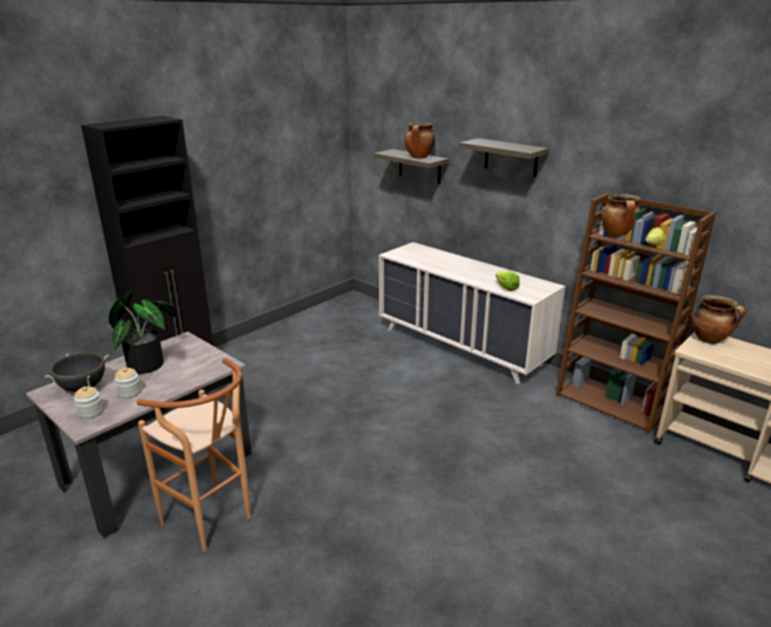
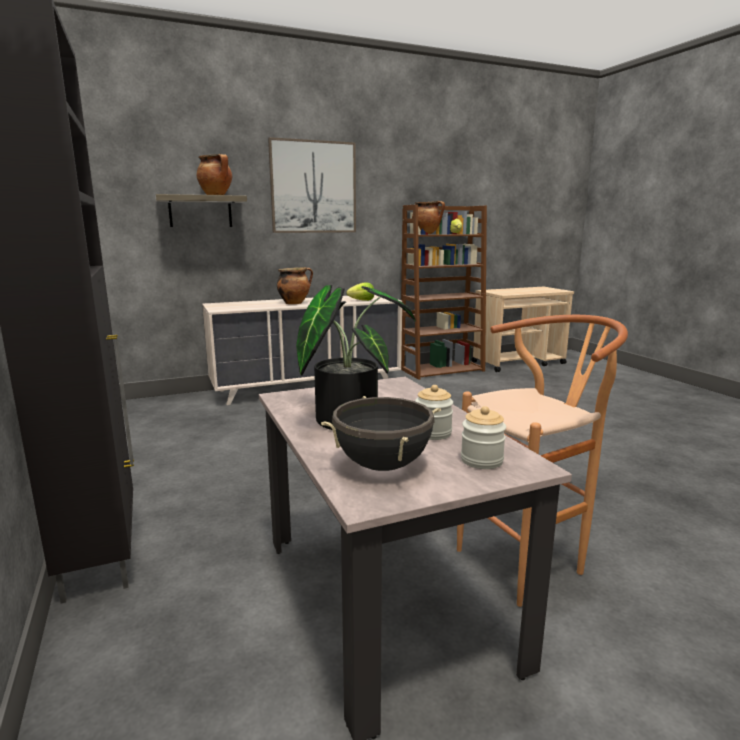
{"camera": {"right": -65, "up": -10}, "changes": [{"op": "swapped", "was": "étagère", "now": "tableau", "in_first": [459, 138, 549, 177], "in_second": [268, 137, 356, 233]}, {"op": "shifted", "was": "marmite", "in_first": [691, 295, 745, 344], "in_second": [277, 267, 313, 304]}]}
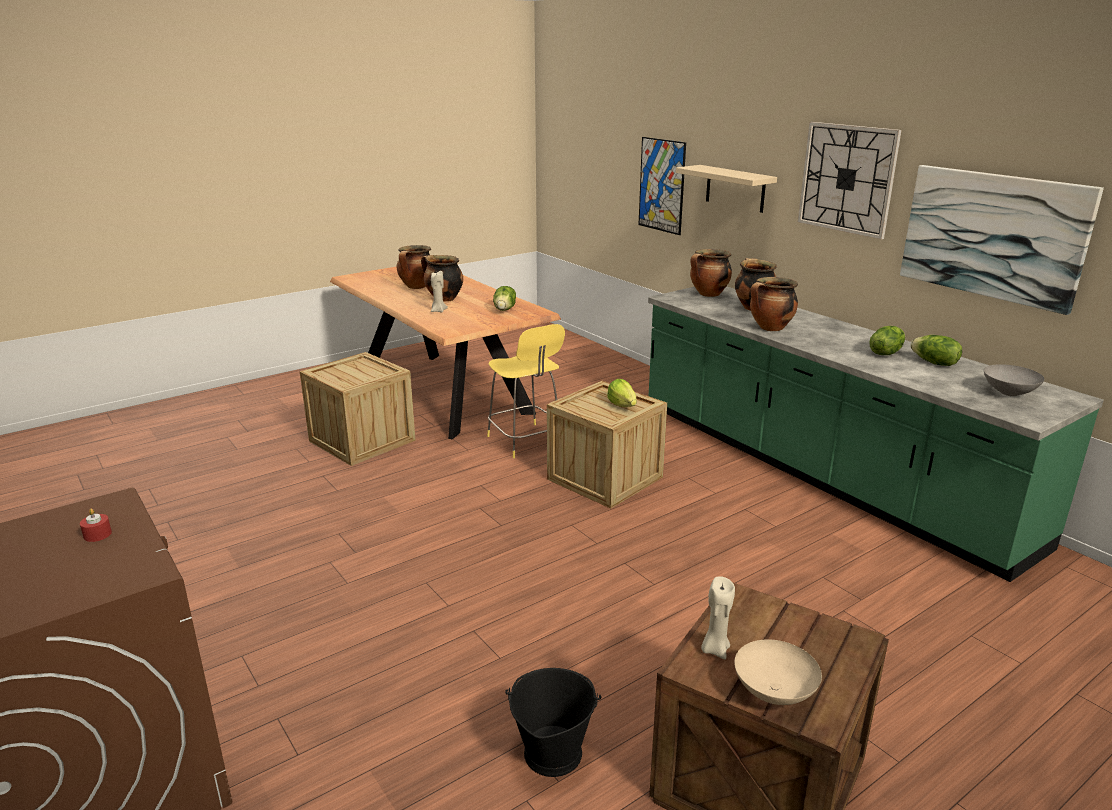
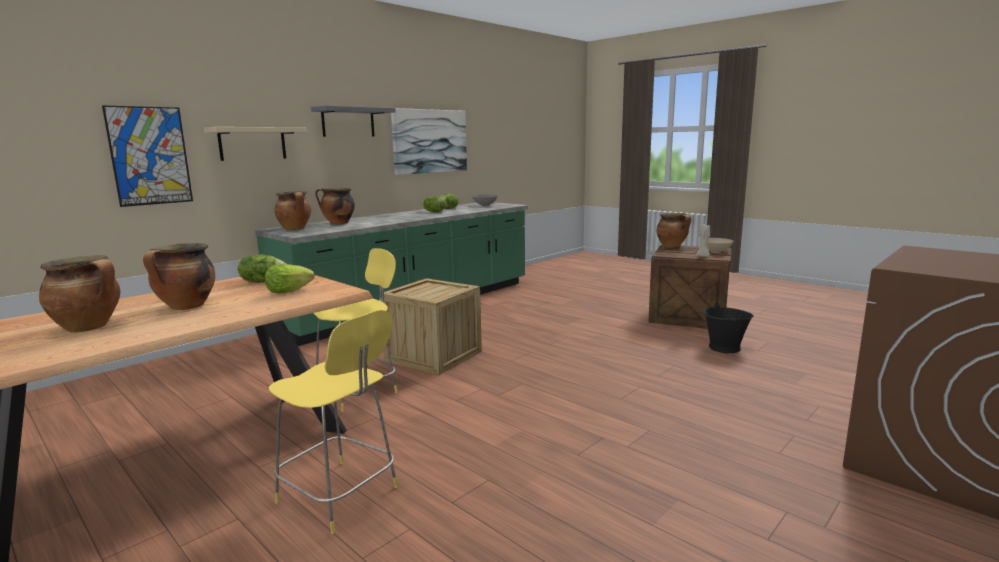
{"camera": {"right": -100, "up": -10}, "changes": [{"op": "swapped", "was": "horloge murale", "now": "étagère/gris", "in_first": [798, 122, 902, 239], "in_second": [311, 105, 396, 137]}, {"op": "gone", "was": "bougie/beige", "in_first": [431, 271, 448, 313]}, {"op": "shifted", "was": "marmite", "in_first": [750, 277, 798, 331], "in_second": [656, 213, 691, 248]}, {"op": "swapped", "was": "caisse", "now": "tabouret/jaune", "in_first": [300, 352, 416, 466], "in_second": [269, 310, 398, 534]}, {"op": "shifted", "was": "laitue", "in_first": [607, 379, 637, 407], "in_second": [265, 264, 315, 294]}, {"op": "gone", "was": "bougie/rouge", "in_first": [80, 509, 112, 542]}]}
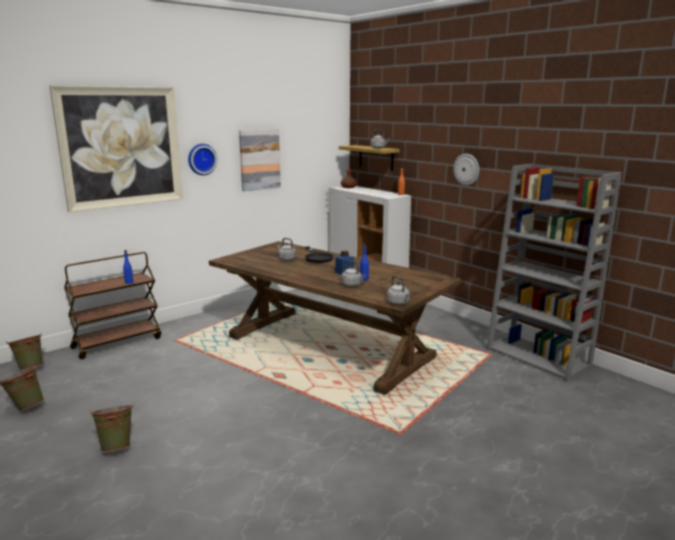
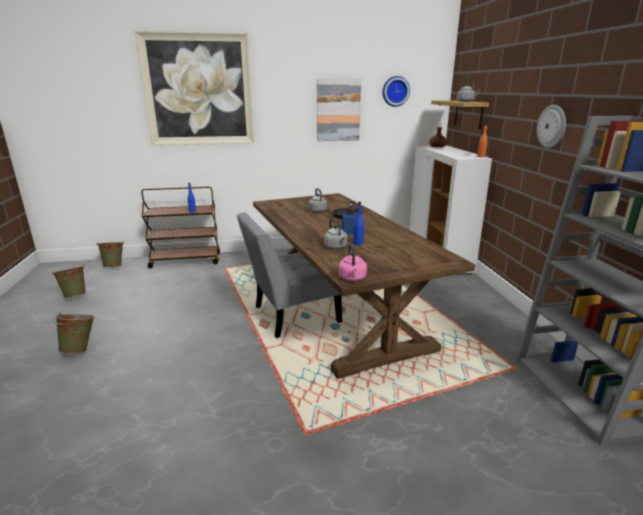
{"camera": {"right": 30, "up": 5}, "changes": [{"op": "shifted", "was": "horloge murale", "in_first": [188, 144, 217, 175], "in_second": [383, 76, 410, 107]}, {"op": "repainted", "was": "bouilloire/gris", "now": "bouilloire/rose", "in_first": [387, 276, 410, 305], "in_second": [339, 244, 367, 281]}, {"op": "new", "now": "chaise/gris", "in_second": [237, 212, 342, 338]}]}
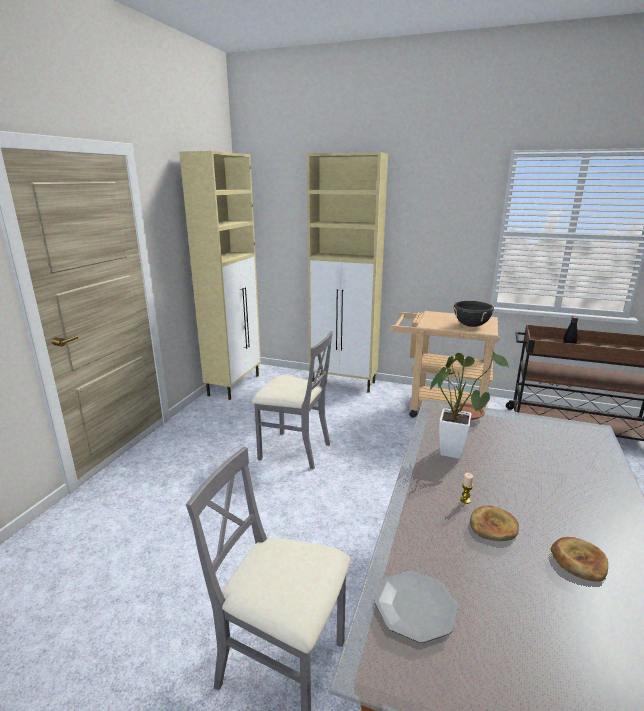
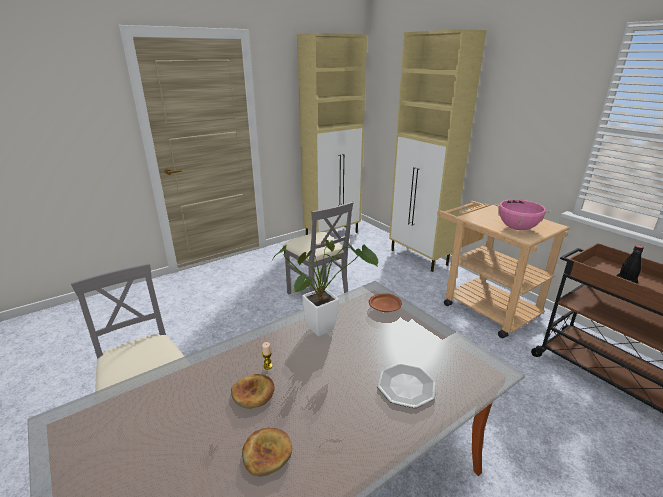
{"camera": {"right": 35, "up": 5}, "changes": [{"op": "repainted", "was": "marmite/noir", "now": "marmite/rose", "in_first": [452, 300, 496, 327], "in_second": [494, 199, 552, 230]}, {"op": "shifted", "was": "assiette", "in_first": [375, 571, 458, 643], "in_second": [377, 363, 436, 408]}]}
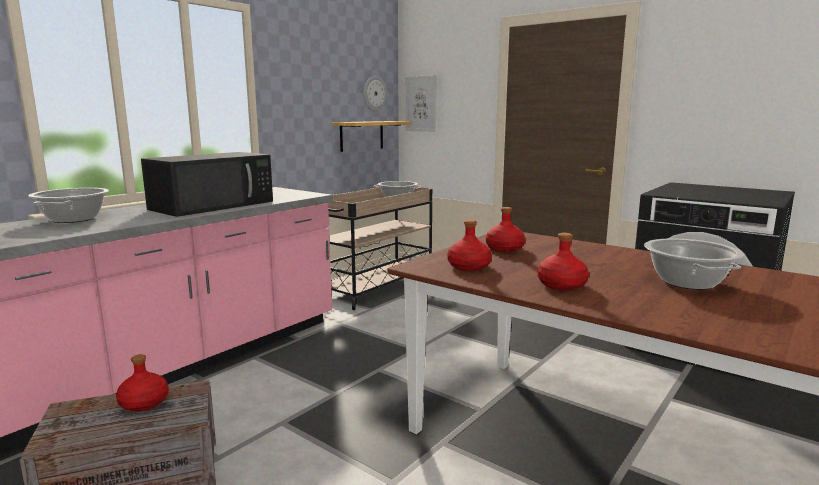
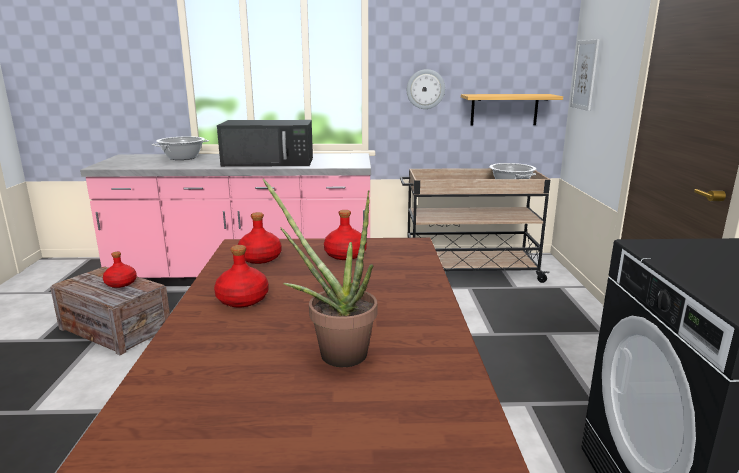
{"camera": {"right": 50, "up": 5}, "changes": [{"op": "shifted", "was": "horloge murale", "in_first": [363, 76, 387, 112], "in_second": [407, 69, 445, 109]}, {"op": "swapped", "was": "marmite", "now": "plante en pot", "in_first": [644, 238, 744, 290], "in_second": [263, 179, 377, 367]}]}
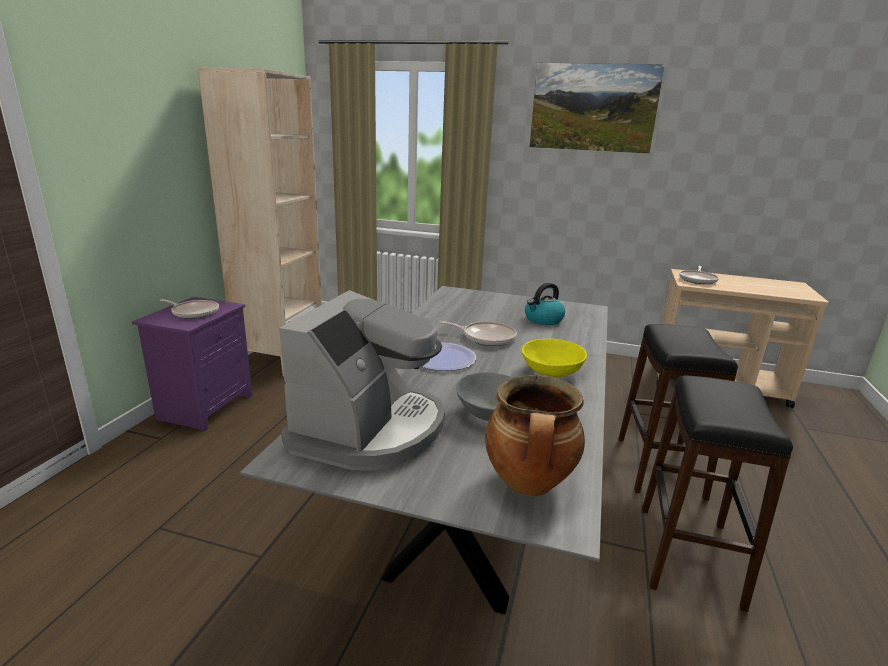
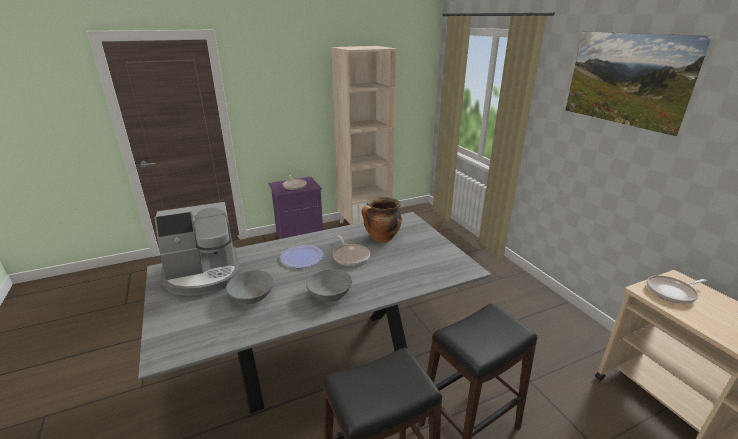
{"camera": {"right": 50, "up": 5}, "changes": [{"op": "gone", "was": "bouilloire", "in_first": [525, 283, 565, 325]}, {"op": "repainted", "was": "bol/jaune", "now": "bol/gris", "in_first": [522, 339, 587, 377], "in_second": [306, 269, 352, 301]}, {"op": "shifted", "was": "marmite", "in_first": [485, 375, 585, 496], "in_second": [362, 197, 402, 242]}]}
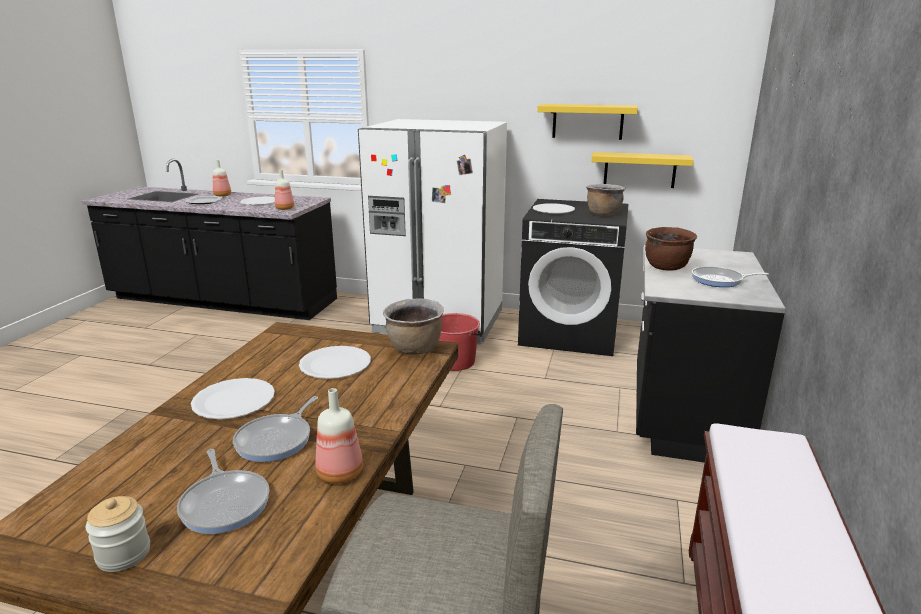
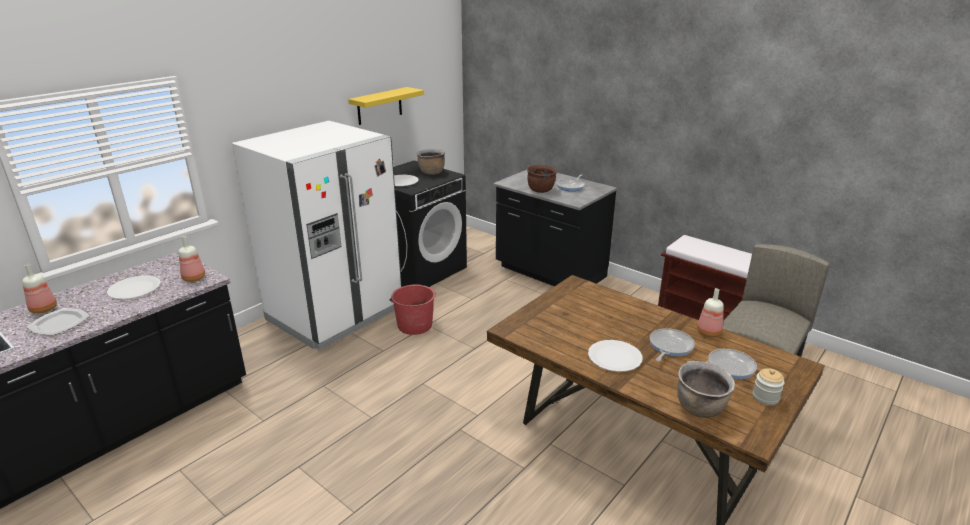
{"camera": {"right": -65, "up": 5}, "changes": [{"op": "gone", "was": "étagère/jaune", "in_first": [591, 152, 693, 188]}, {"op": "shifted", "was": "marmite/marron", "in_first": [383, 298, 443, 355], "in_second": [677, 361, 735, 418]}, {"op": "gone", "was": "assiette/blanc", "in_first": [299, 346, 371, 379]}, {"op": "rotated", "was": "poêle", "in_first": [233, 396, 318, 462], "in_second": [650, 328, 695, 362], "clockwise": -105}]}
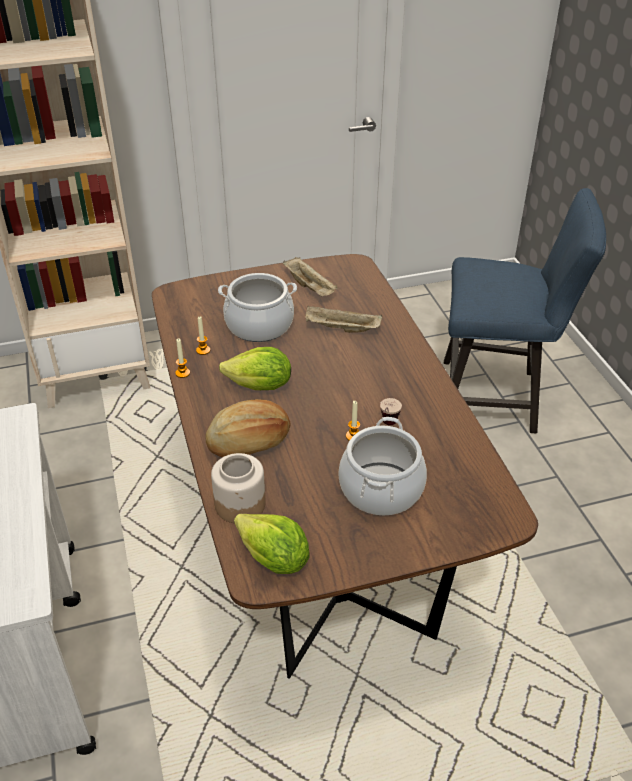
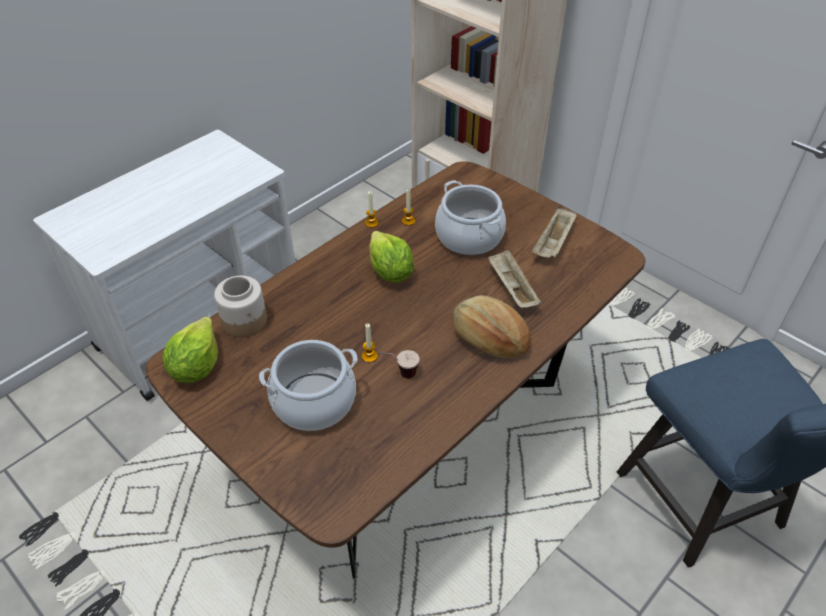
{"camera": {"right": 60, "up": 5}, "changes": [{"op": "shifted", "was": "pain", "in_first": [205, 399, 291, 457], "in_second": [452, 295, 531, 358]}]}
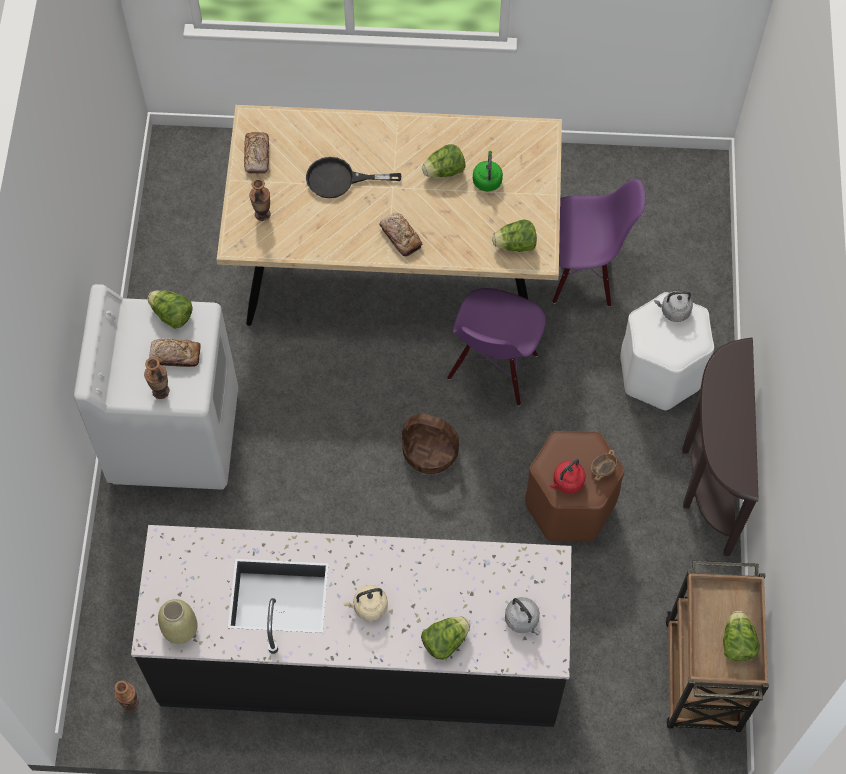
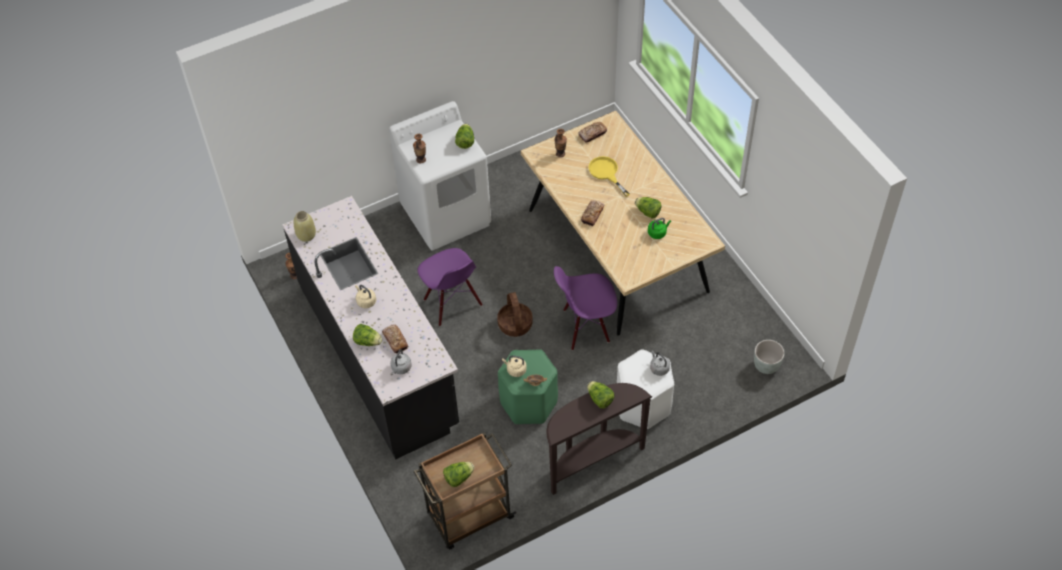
{"camera": {"right": 60, "up": -10}, "changes": [{"op": "repainted", "was": "poêle/noir", "now": "poêle/jaune", "in_first": [306, 157, 401, 198], "in_second": [588, 156, 630, 197]}, {"op": "shifted", "was": "chaise/violet", "in_first": [552, 179, 646, 307], "in_second": [418, 248, 483, 326]}, {"op": "shifted", "was": "laitue", "in_first": [492, 220, 537, 252], "in_second": [587, 381, 614, 408]}, {"op": "shifted", "was": "pain", "in_first": [149, 339, 201, 367], "in_second": [382, 324, 408, 354]}, {"op": "repainted", "was": "tabouret/marron", "now": "tabouret/vert", "in_first": [525, 431, 624, 542], "in_second": [498, 349, 558, 424]}, {"op": "repainted", "was": "bouilloire/rouge", "now": "bouilloire/beige", "in_first": [550, 459, 585, 493], "in_second": [502, 355, 527, 377]}, {"op": "new", "now": "cache-pot/gris", "in_second": [754, 340, 784, 374]}]}
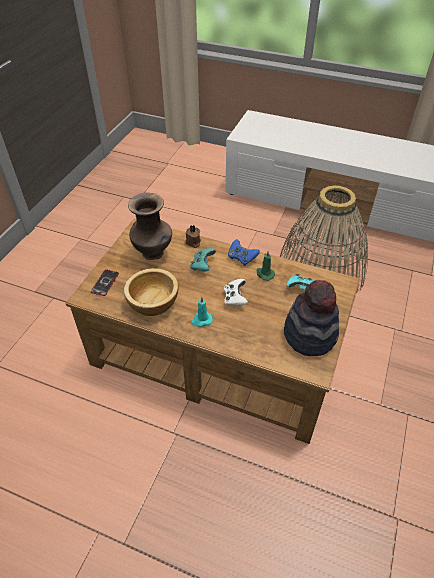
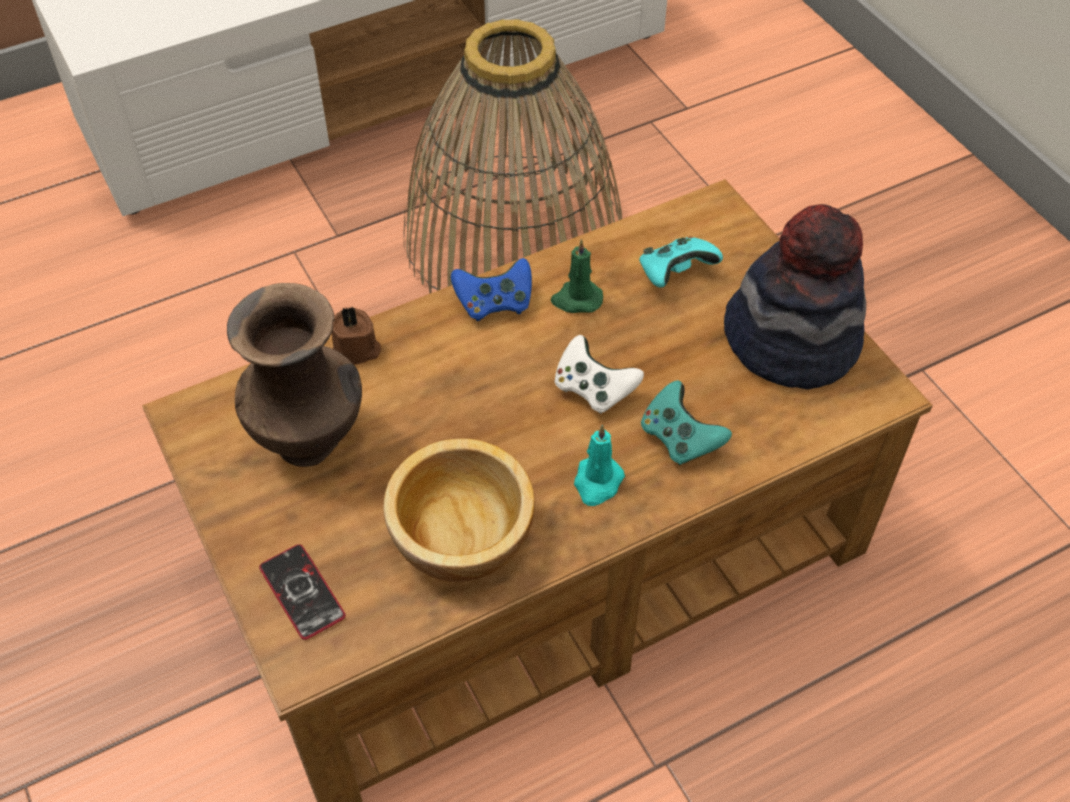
{"camera": {"right": -50, "up": 5}, "changes": [{"op": "shifted", "was": "manette/turquoise", "in_first": [190, 248, 216, 271], "in_second": [641, 380, 732, 465]}]}
